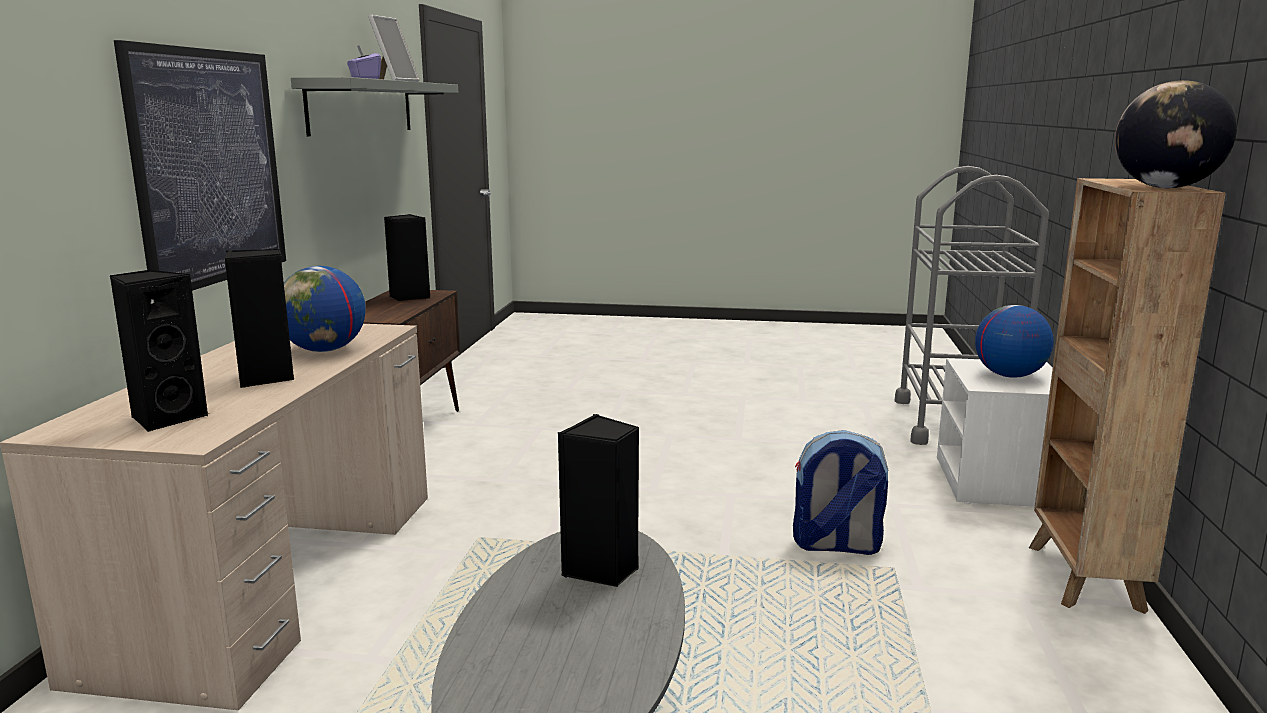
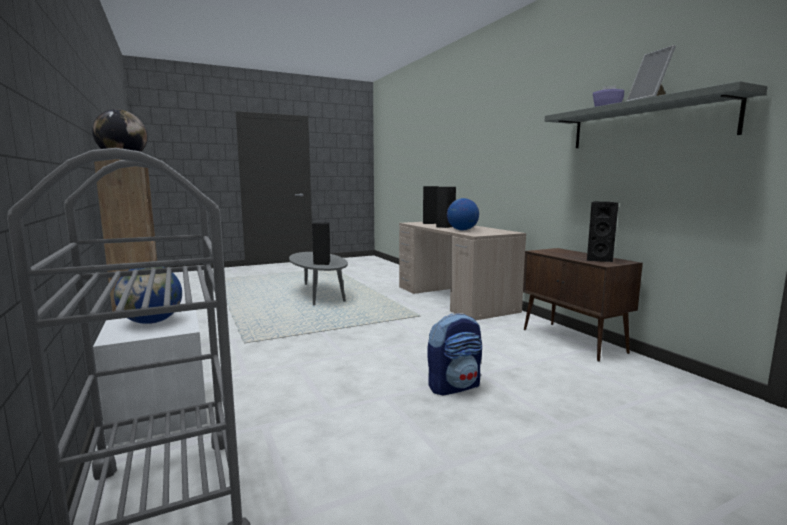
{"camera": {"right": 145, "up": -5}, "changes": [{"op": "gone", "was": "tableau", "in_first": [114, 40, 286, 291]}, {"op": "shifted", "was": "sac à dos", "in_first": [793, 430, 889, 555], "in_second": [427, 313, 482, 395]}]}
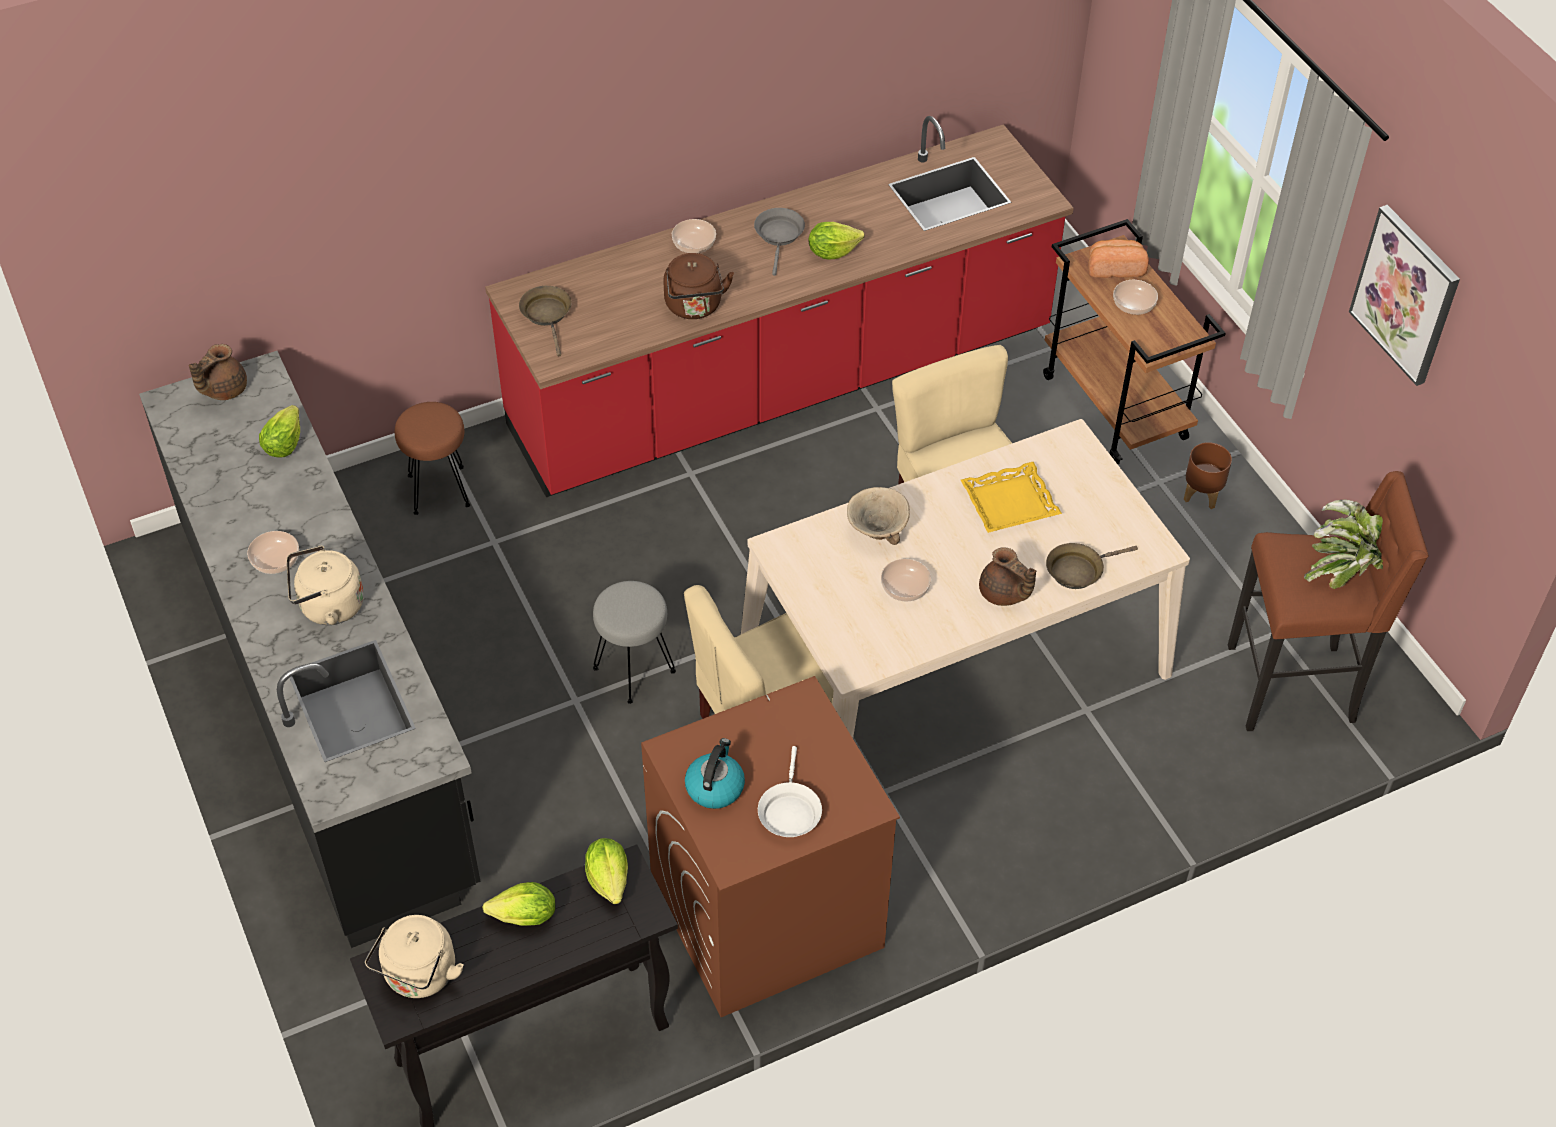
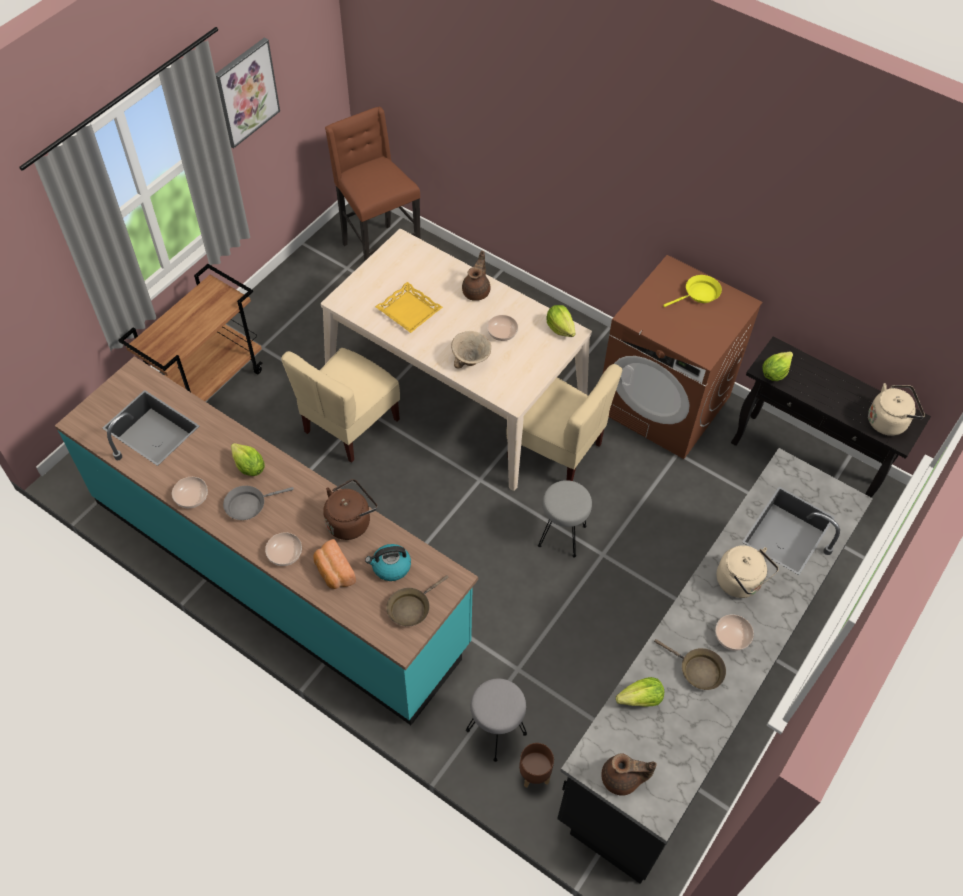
{"camera": {"right": -120, "up": 5}, "changes": [{"op": "repainted", "was": "comptoir de cuisine/rouge", "now": "comptoir de cuisine/turquoise", "in_first": [485, 116, 1073, 497], "in_second": [55, 356, 478, 725]}, {"op": "shifted", "was": "pain", "in_first": [1088, 239, 1149, 278], "in_second": [313, 539, 356, 589]}, {"op": "shifted", "was": "bol", "in_first": [1113, 280, 1158, 315], "in_second": [172, 477, 208, 508]}, {"op": "repainted", "was": "tabouret/marron", "now": "tabouret/gris", "in_first": [395, 402, 470, 515], "in_second": [466, 678, 527, 762]}, {"op": "shifted", "was": "cache-pot/marron", "in_first": [1184, 442, 1232, 509], "in_second": [519, 743, 554, 788]}, {"op": "gone", "was": "plante en pot", "in_first": [1304, 499, 1383, 589]}, {"op": "shifted", "was": "poêle/marron", "in_first": [1046, 543, 1138, 589], "in_second": [654, 639, 726, 690]}, {"op": "shifted", "was": "bouilloire", "in_first": [685, 738, 745, 809], "in_second": [365, 544, 411, 581]}, {"op": "repainted", "was": "poêle/blanc", "now": "poêle/jaune", "in_first": [758, 746, 822, 837], "in_second": [663, 275, 722, 307]}, {"op": "shifted", "was": "laitue", "in_first": [482, 882, 556, 926], "in_second": [547, 305, 576, 337]}]}
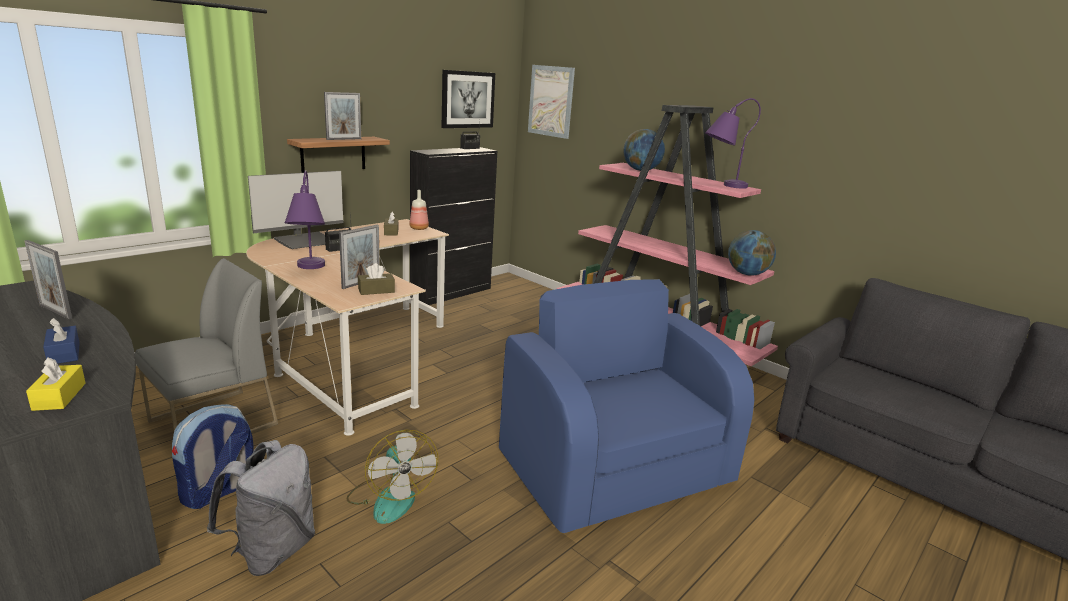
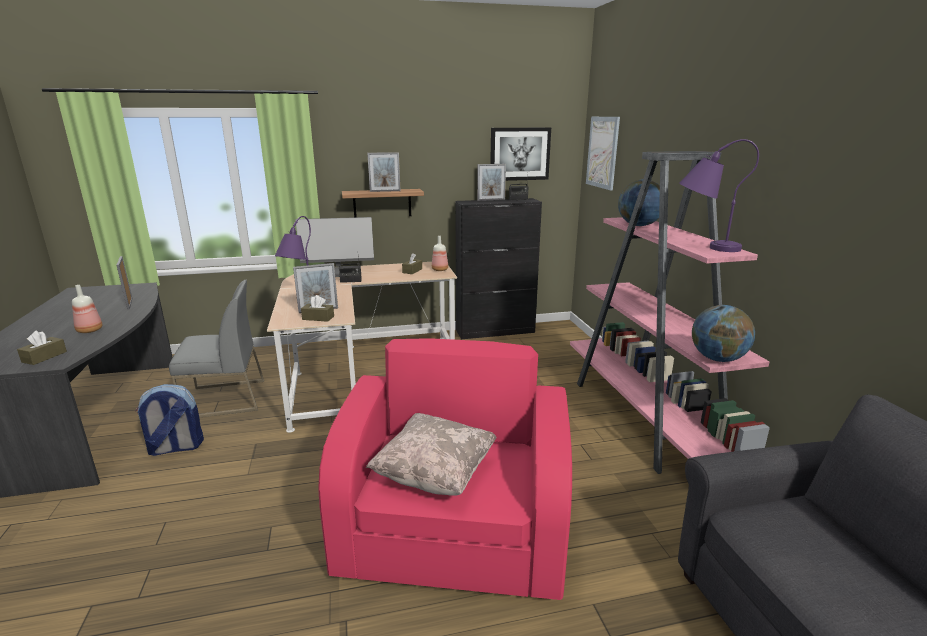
{"camera": {"right": 35, "up": 0}, "changes": [{"op": "repainted", "was": "fauteuil/bleu", "now": "fauteuil/rose", "in_first": [499, 279, 754, 533], "in_second": [318, 338, 572, 600]}, {"op": "swapped", "was": "boîte à mouchoirs/bleu", "now": "bouteille", "in_first": [43, 318, 80, 364], "in_second": [72, 285, 103, 333]}, {"op": "repainted", "was": "boîte à mouchoirs/jaune", "now": "boîte à mouchoirs/marron", "in_first": [26, 357, 86, 411], "in_second": [17, 331, 67, 365]}, {"op": "gone", "was": "ventilateur", "in_first": [346, 430, 438, 524]}, {"op": "gone", "was": "sac à dos/gris", "in_first": [207, 440, 315, 576]}, {"op": "new", "now": "cadre photo", "in_second": [477, 164, 506, 201]}, {"op": "new", "now": "coussin/beige", "in_second": [366, 413, 497, 496]}]}
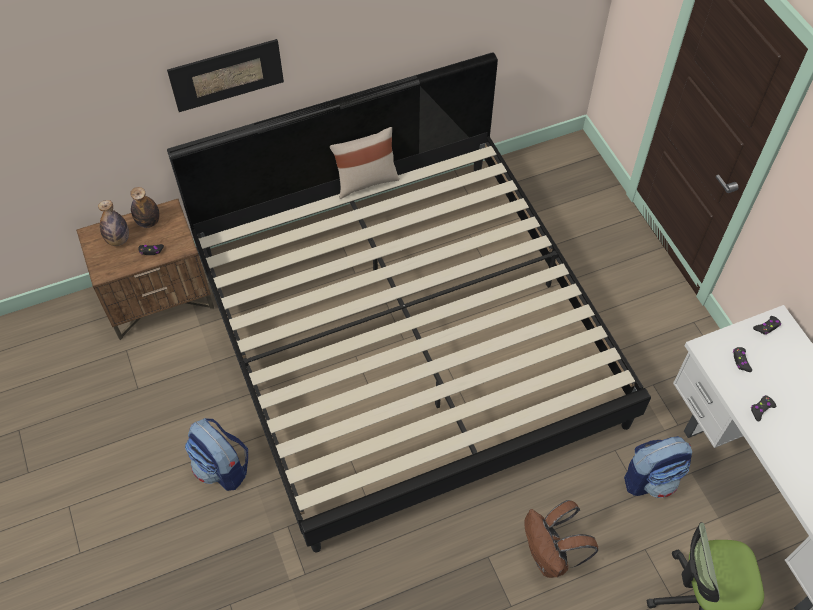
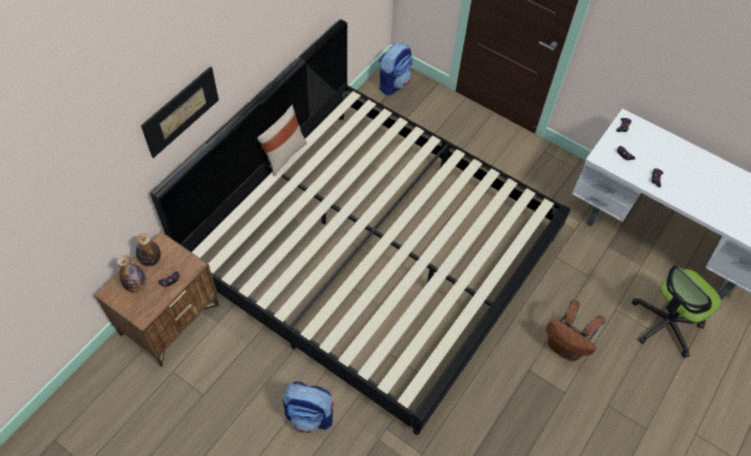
{"camera": {"right": -35, "up": 0}, "changes": [{"op": "shifted", "was": "sac à dos", "in_first": [624, 436, 692, 498], "in_second": [379, 43, 413, 95]}]}
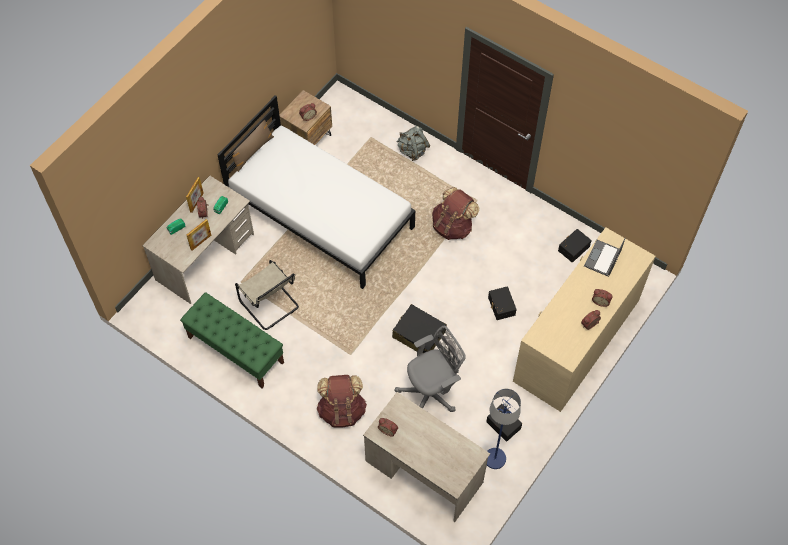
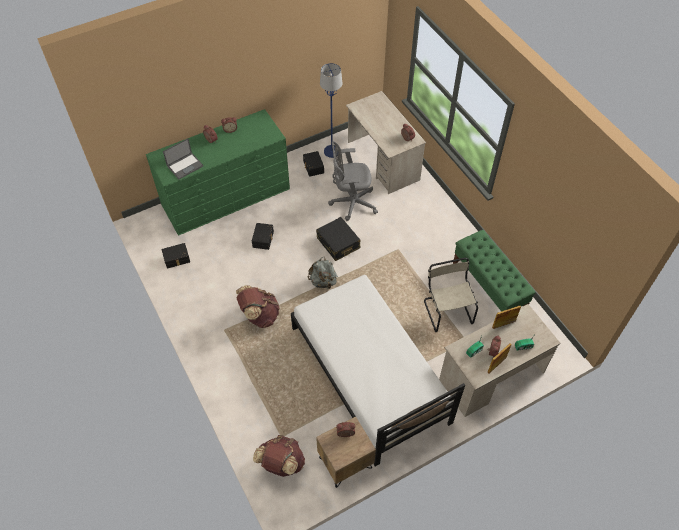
{"camera": {"right": -155, "up": -5}, "changes": [{"op": "shifted", "was": "sac à dos/gris", "in_first": [397, 126, 430, 161], "in_second": [308, 257, 338, 289]}, {"op": "repainted", "was": "commode/beige", "now": "commode/vert", "in_first": [513, 228, 656, 412], "in_second": [146, 109, 290, 236]}, {"op": "shifted", "was": "sac à dos/marron", "in_first": [317, 375, 367, 427], "in_second": [253, 435, 305, 477]}]}
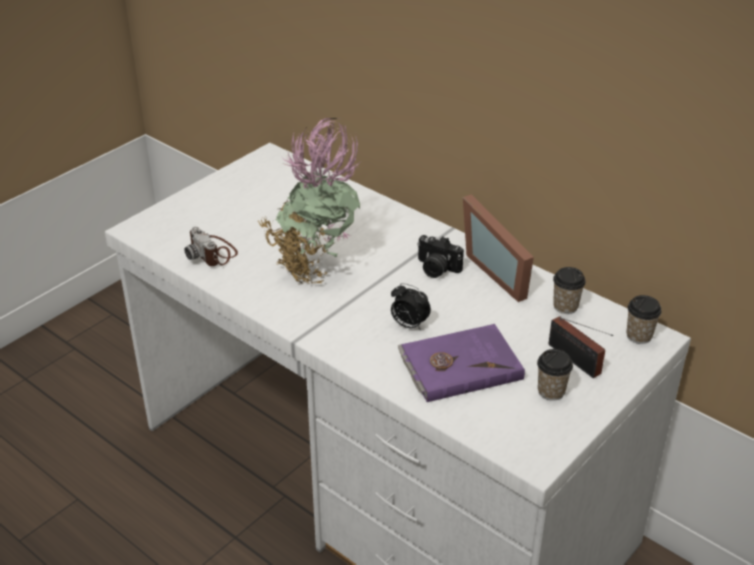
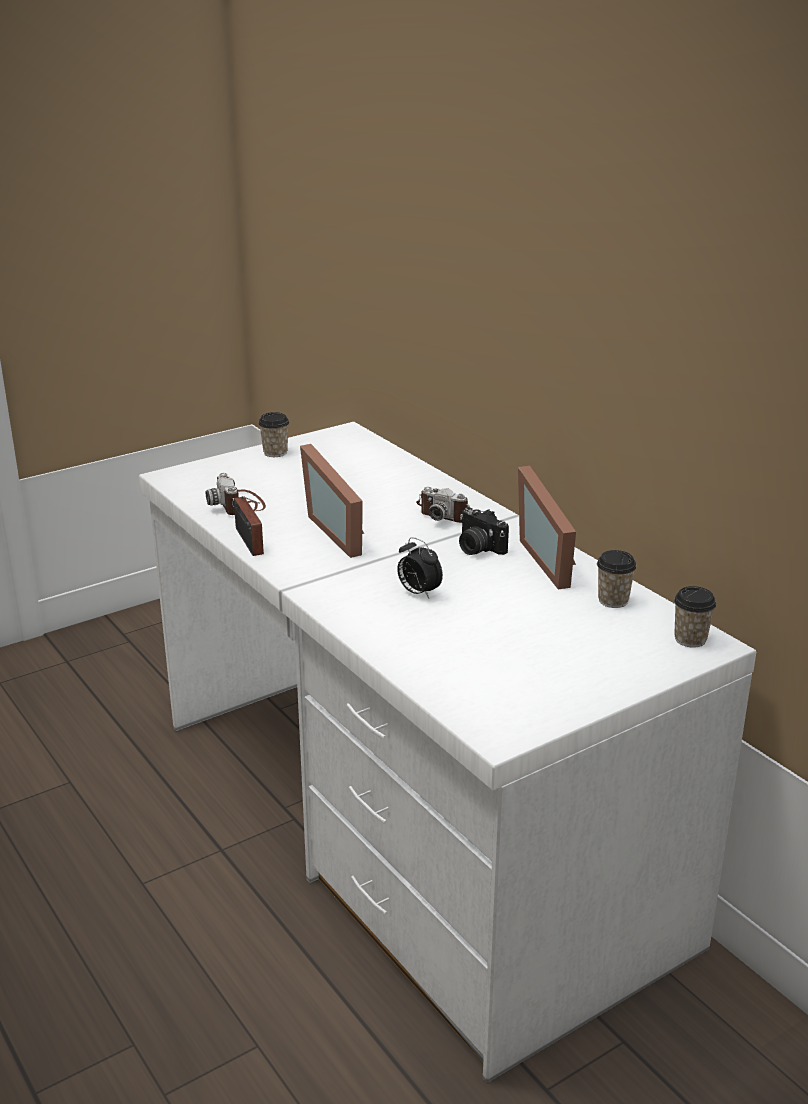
{"camera": {"right": 15, "up": -10}, "changes": [{"op": "swapped", "was": "plante en pot", "now": "cadre photo", "in_first": [258, 117, 360, 284], "in_second": [300, 444, 364, 558]}, {"op": "shifted", "was": "radio", "in_first": [549, 316, 613, 378], "in_second": [234, 496, 264, 556]}, {"op": "gone", "was": "livre/violet", "in_first": [398, 324, 525, 402]}, {"op": "shifted", "was": "tasse", "in_first": [537, 349, 573, 401], "in_second": [258, 412, 289, 457]}, {"op": "new", "now": "appareil photo", "in_second": [416, 487, 470, 523]}]}
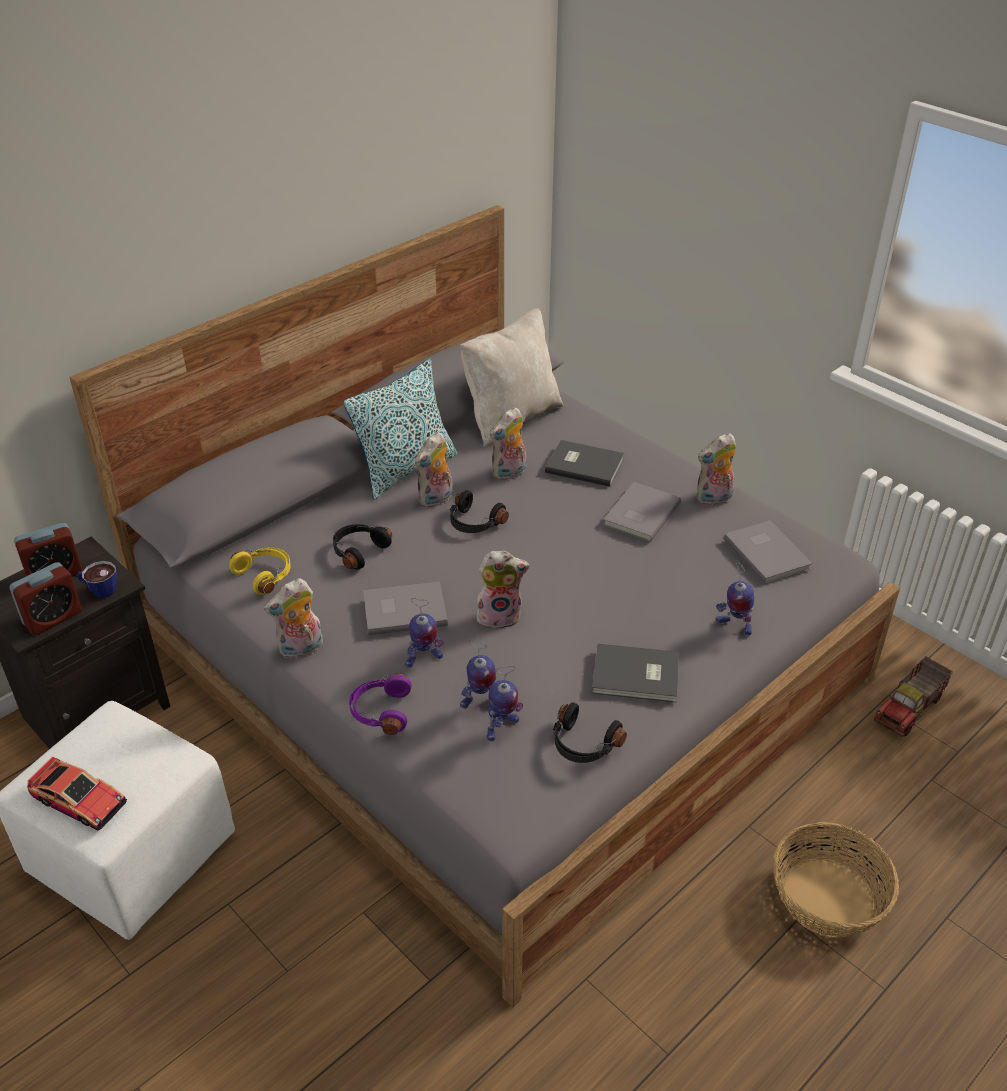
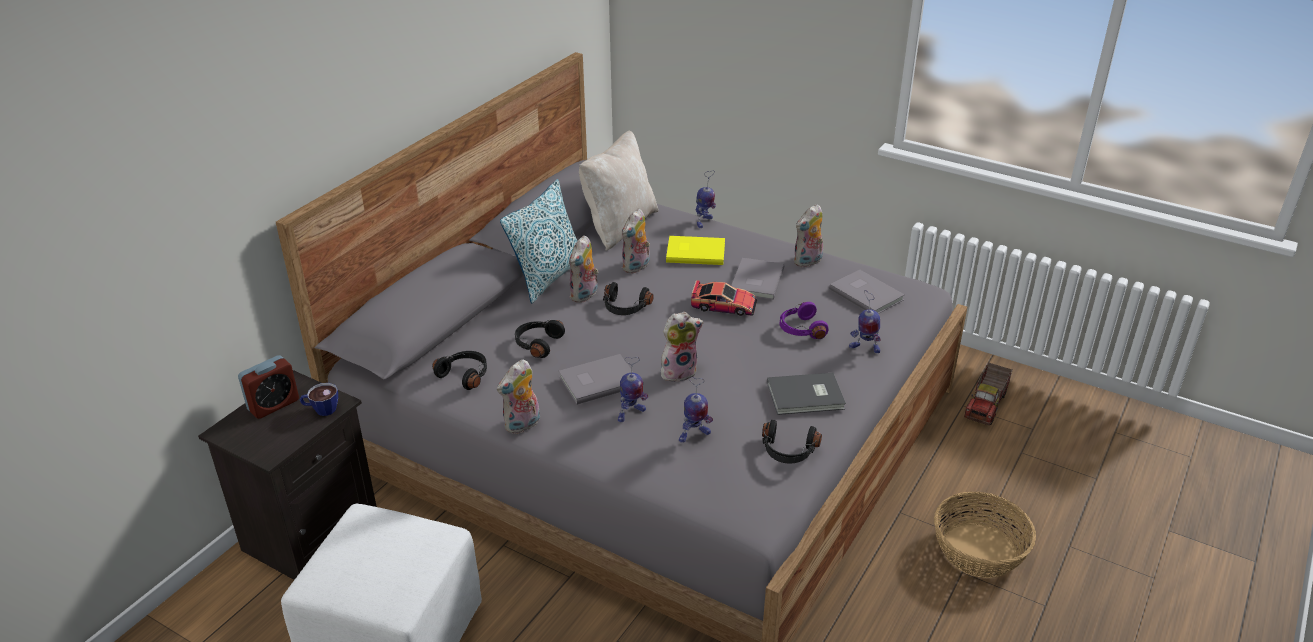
{"camera": {"right": -15, "up": -5}, "changes": [{"op": "repainted", "was": "livre/gris", "now": "livre/jaune", "in_first": [545, 440, 624, 487], "in_second": [666, 236, 725, 265]}, {"op": "repainted", "was": "casque audio/jaune", "now": "casque audio/noir", "in_first": [229, 548, 291, 595], "in_second": [432, 351, 487, 390]}, {"op": "gone", "was": "réveil", "in_first": [9, 562, 82, 635]}, {"op": "shifted", "was": "robot jouet", "in_first": [487, 666, 523, 741], "in_second": [696, 170, 716, 228]}, {"op": "shifted", "was": "casque audio/violet", "in_first": [349, 673, 412, 735], "in_second": [780, 302, 829, 339]}, {"op": "shifted", "was": "petite voiture", "in_first": [27, 756, 127, 831], "in_second": [691, 280, 757, 316]}]}
